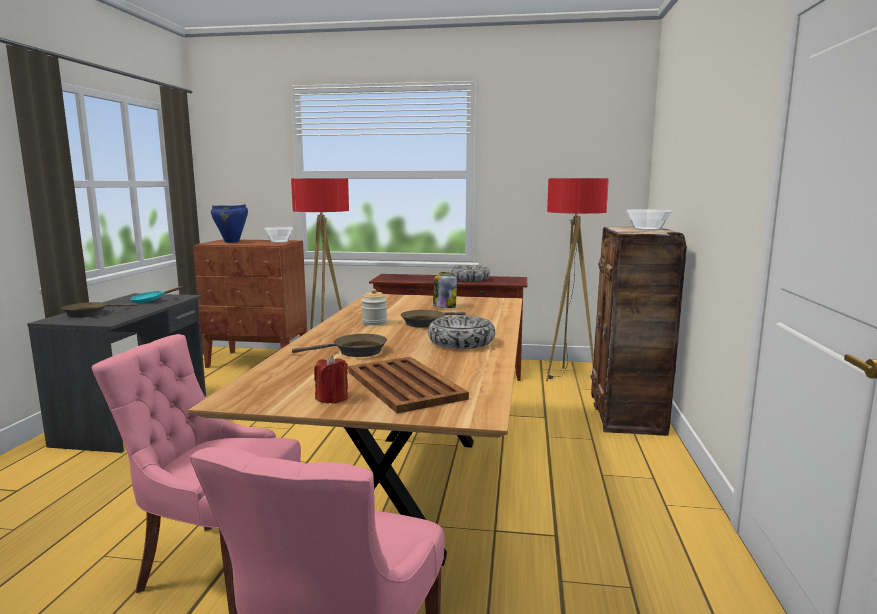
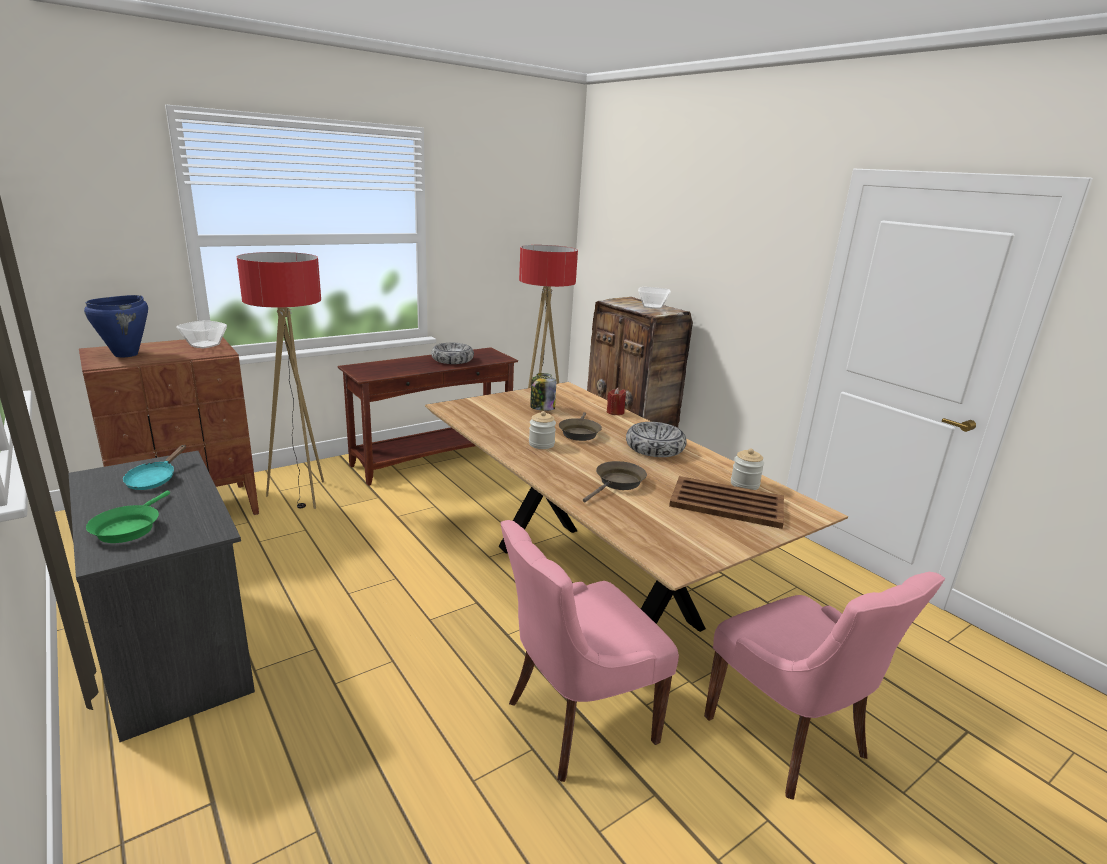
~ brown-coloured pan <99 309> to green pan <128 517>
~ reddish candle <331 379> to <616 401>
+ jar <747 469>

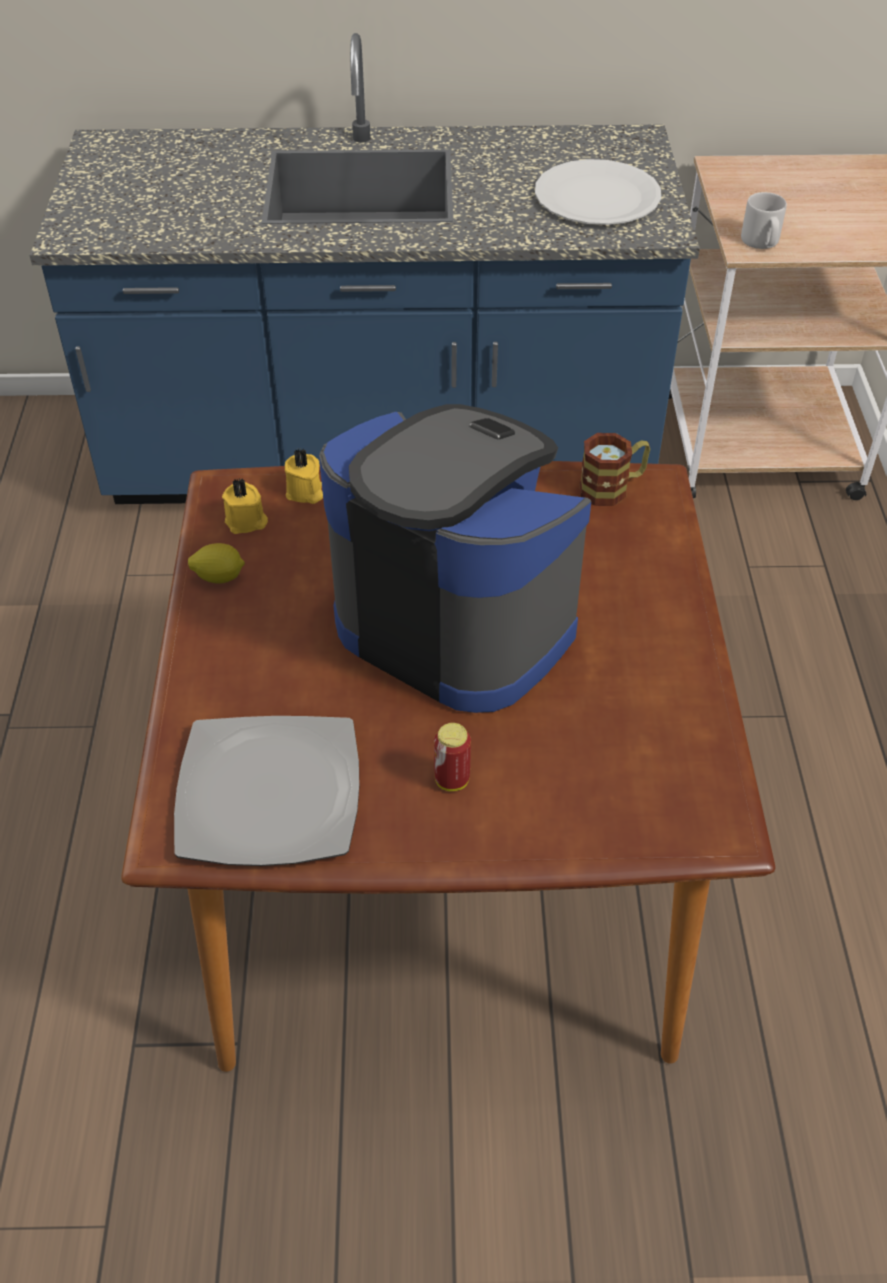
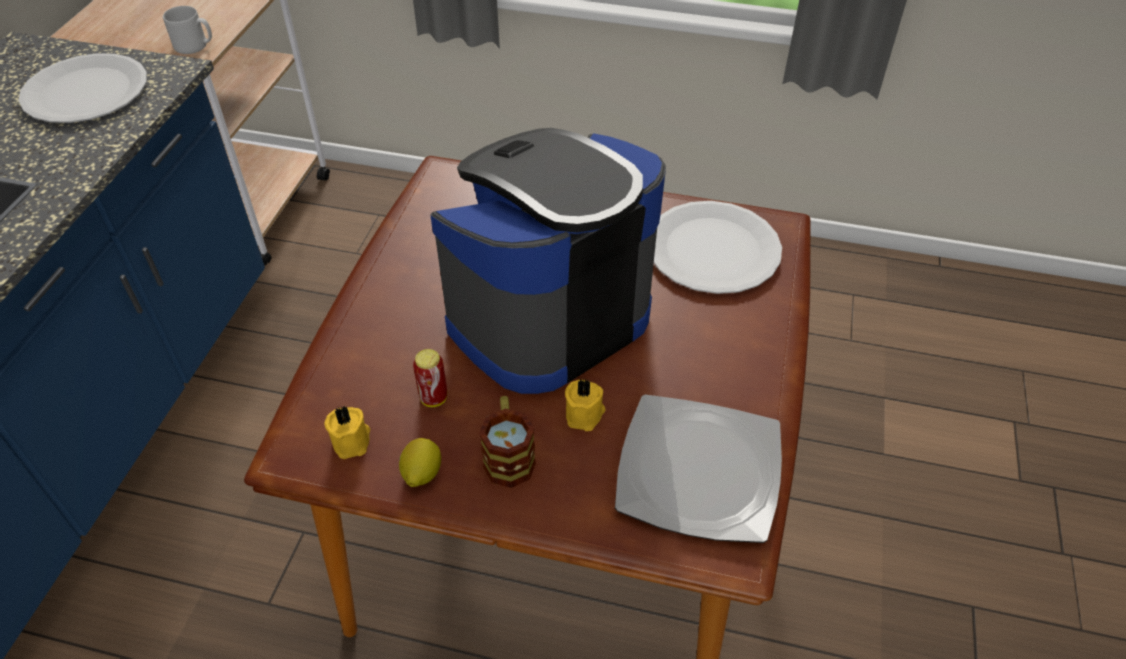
~ metal can <452 757> to <430 378>
~ mug <615 469> to <507 442>
~ yellow candle <304 476> to <585 405>
+ white flat dish <718 247>

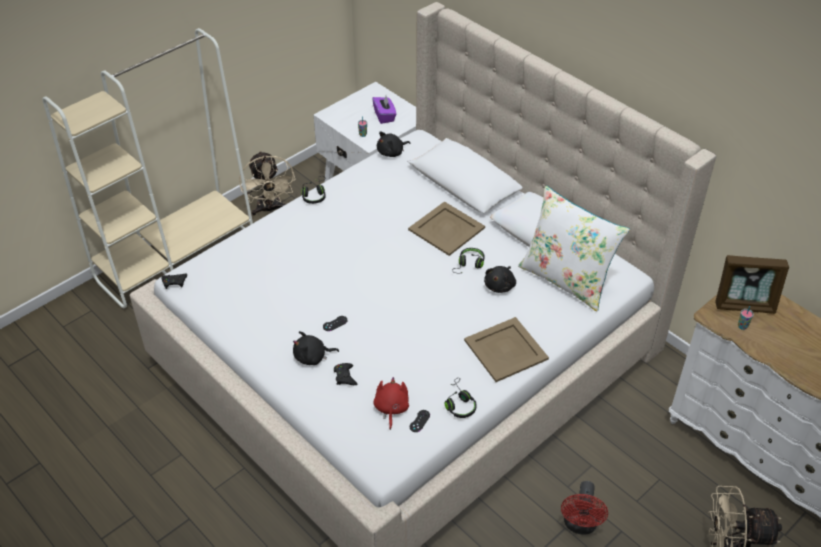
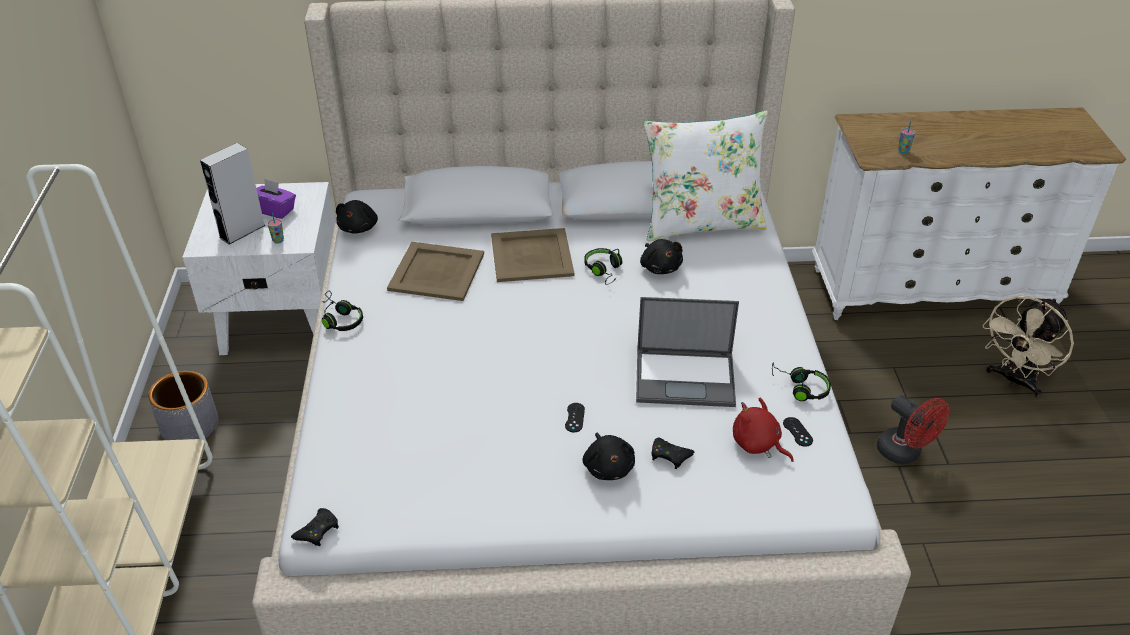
~ beige cooling fan <267 183> to greyish flower pot <183 405>
+ greyish audio speaker <233 194>
~ beige tray <506 349> to <435 271>
~ black-coloured cuddly toy <316 348> = <609 456> 45 degrees counterclockwise
+ laptop <687 352>
- photo frame <752 284>

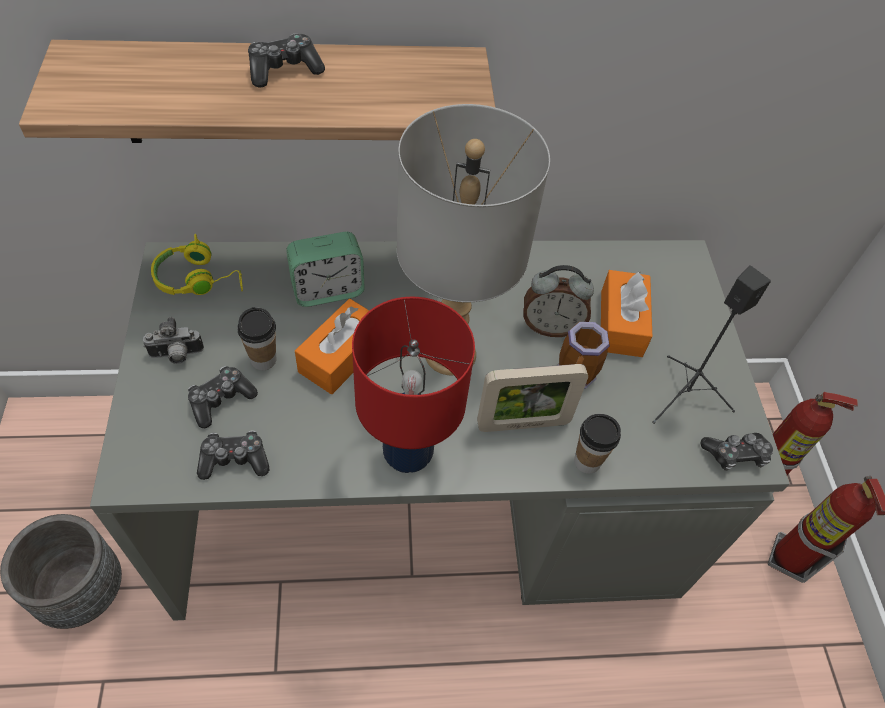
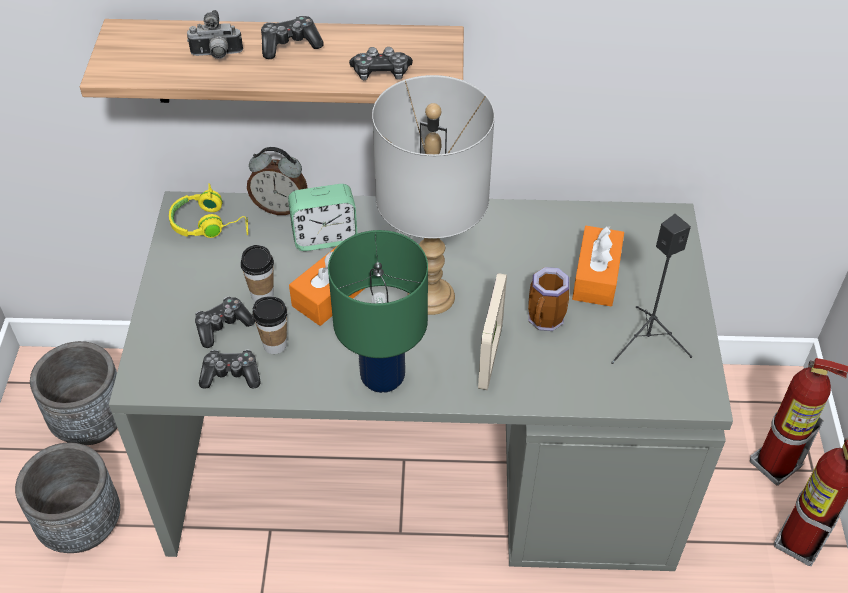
+ greyish flower pot <73 393>
~ photo camera <173 340> to <215 34>
~ alarm clock <558 301> to <277 181>
~ drinking cup <597 444> to <269 325>
~ reddish lamp for a table <413 385> to green lamp for a table <378 311>
~ game controller <737 452> to <381 63>
~ photo frame <532 398> = <492 331> 75 degrees counterclockwise

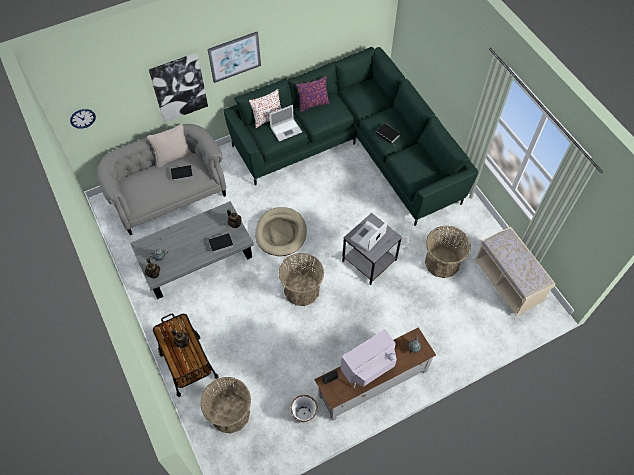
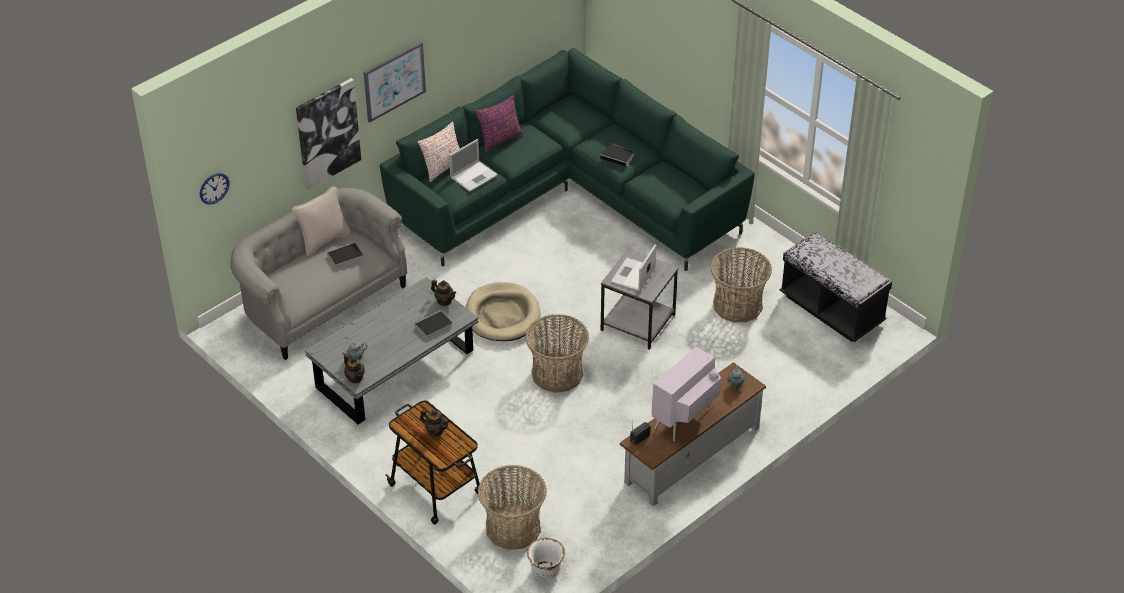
~ white flower pot <304 409> to <546 559>
~ beige bench <515 271> to black-coloured bench <836 286>

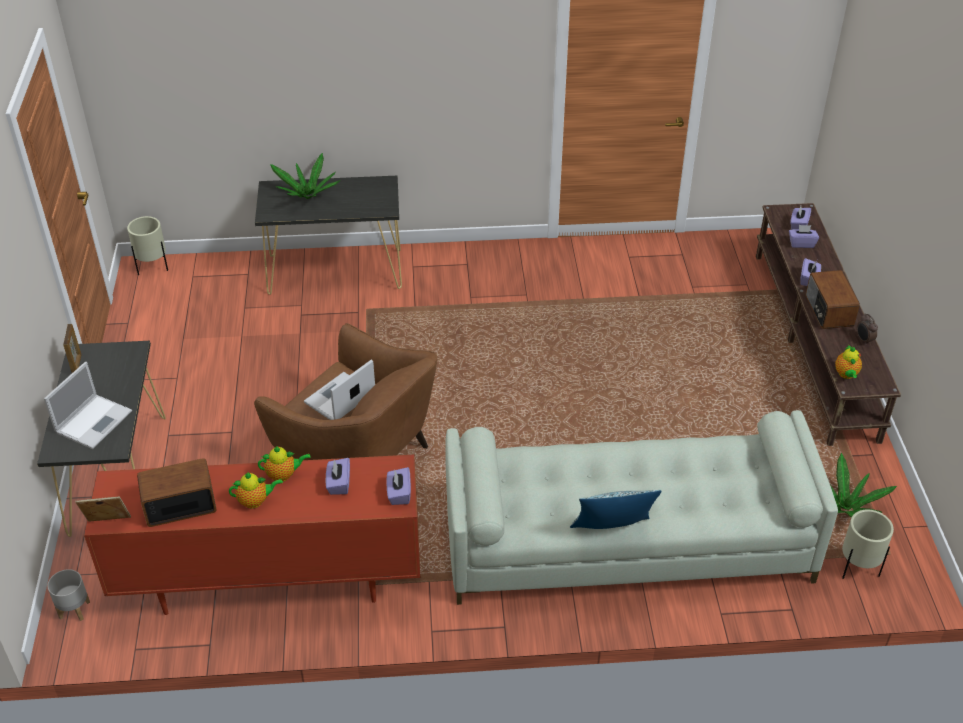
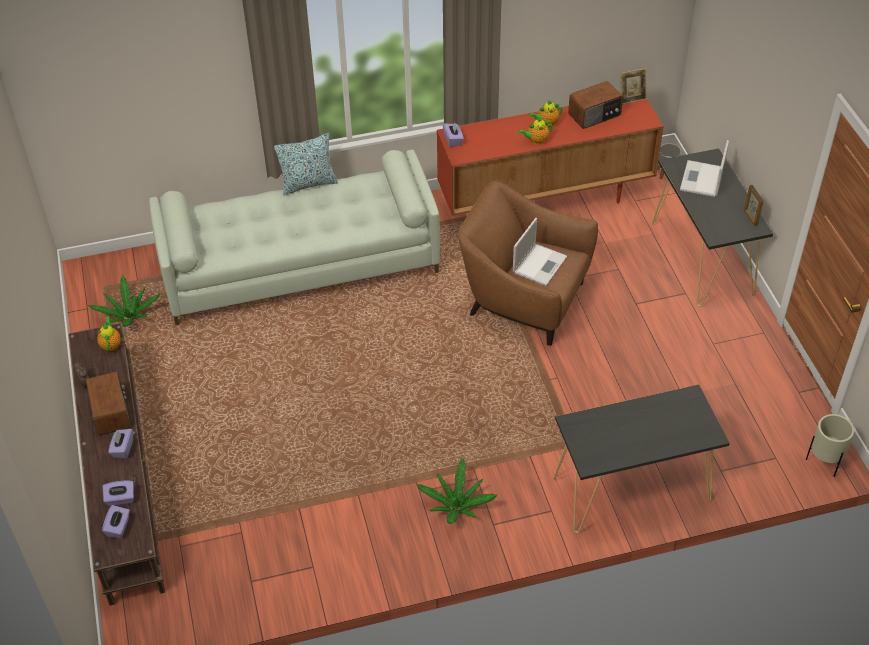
~ potted plant <305 176> to <456 491>
- purple box of tissues <338 476>
- beige flower pot <868 544>

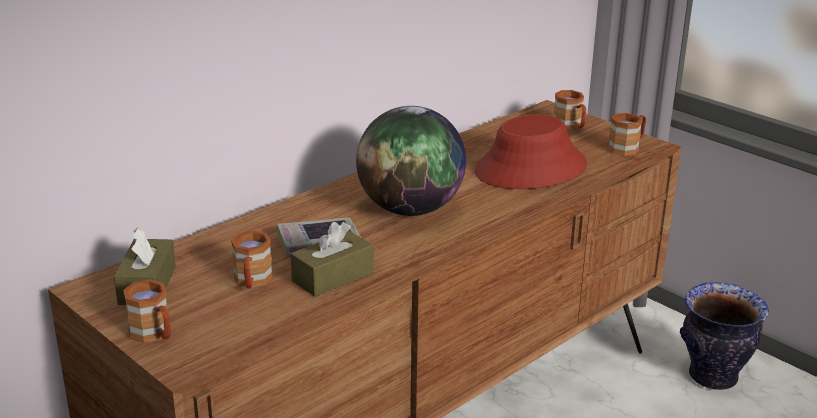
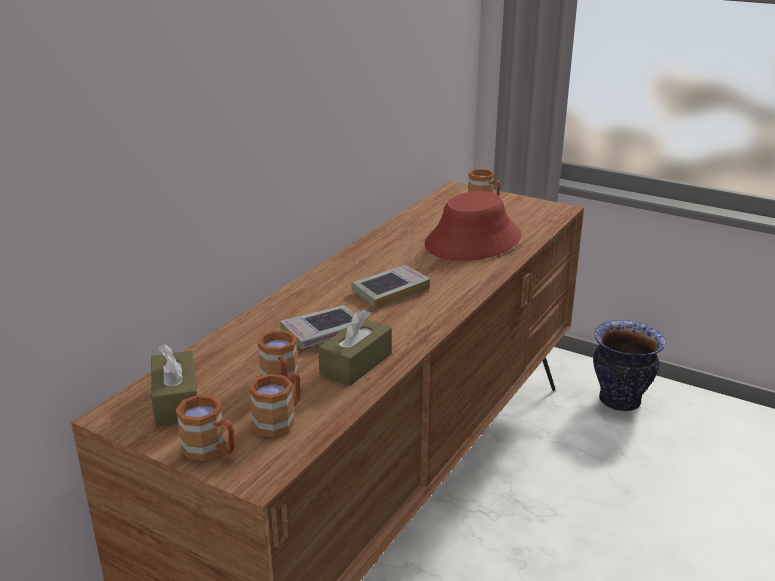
~ brown-coloured mug <627 134> to <274 405>
~ world globe <411 161> to book <390 286>

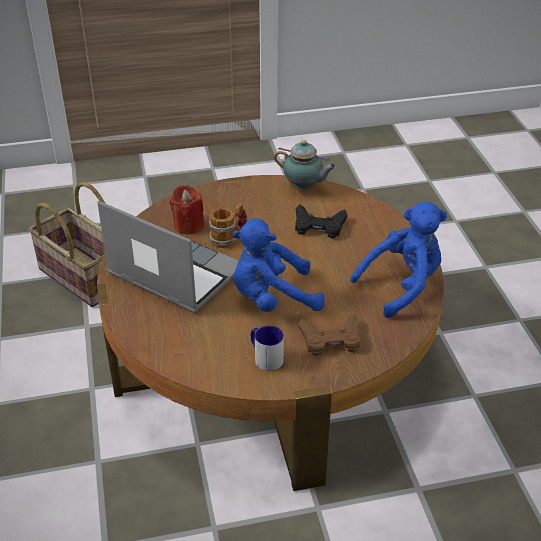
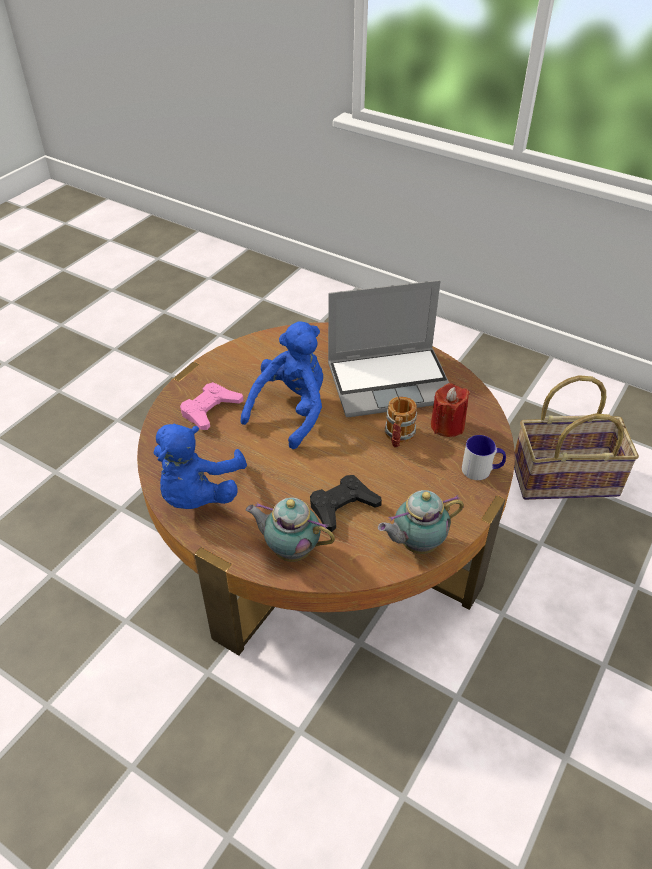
~ brown-coloured game controller <329 335> to pinkish game controller <212 406>
+ teapot <290 529>
~ mug <267 348> to <484 457>

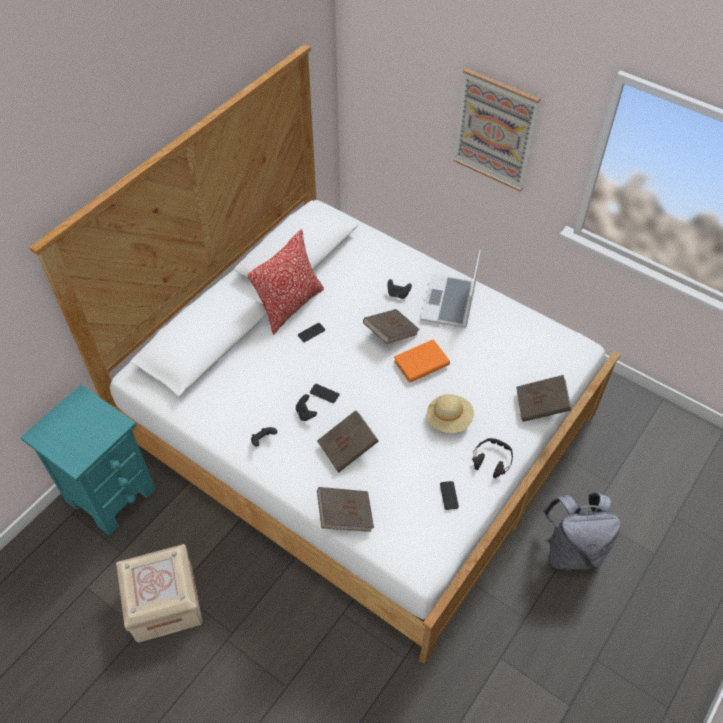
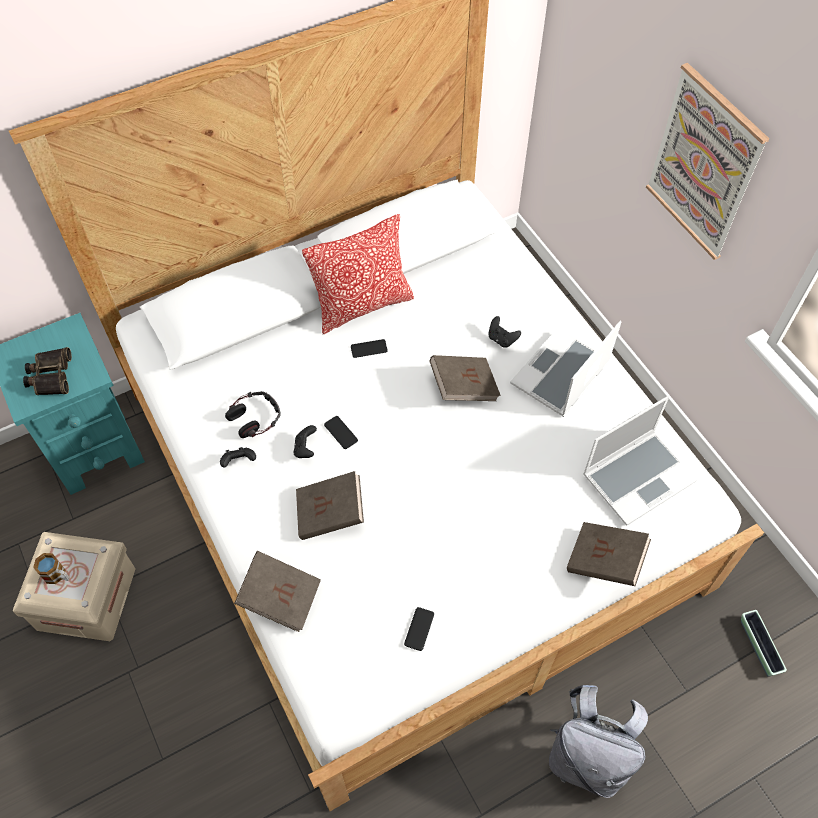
+ binoculars <47 371>
+ mug <51 568>
~ headset <492 458> to <253 414>
+ laptop <640 461>
+ flower pot <764 643>
- orange-coloured book <422 361>
- beige wearable hat <450 413>

